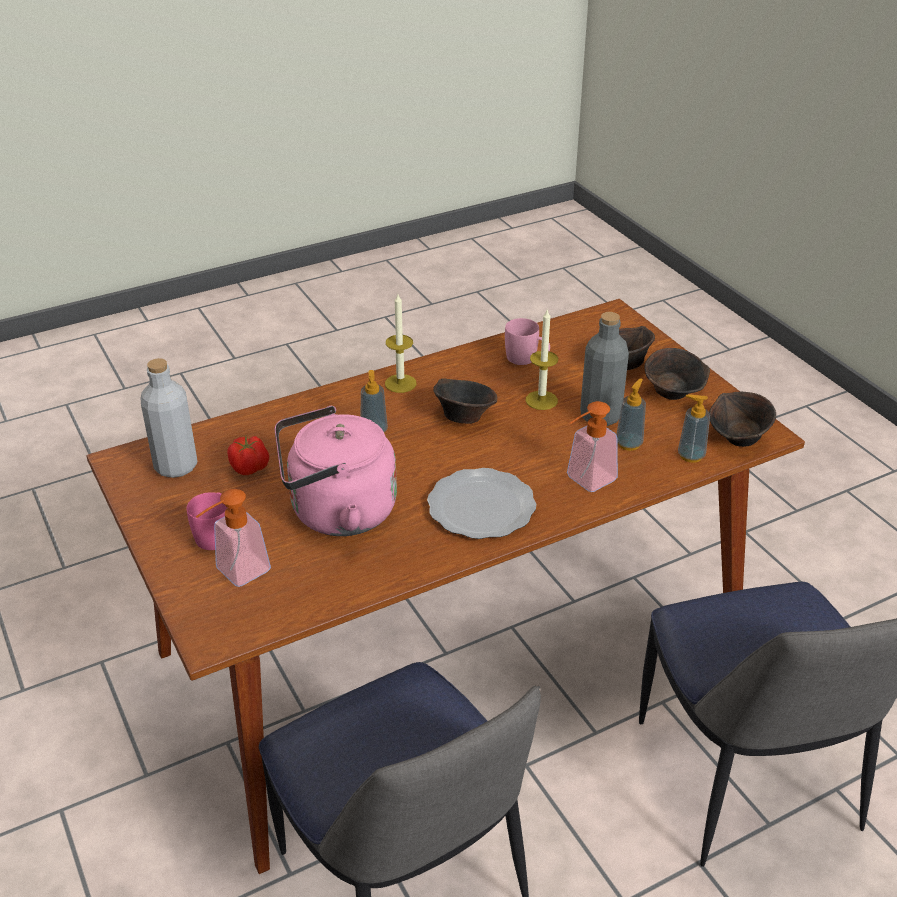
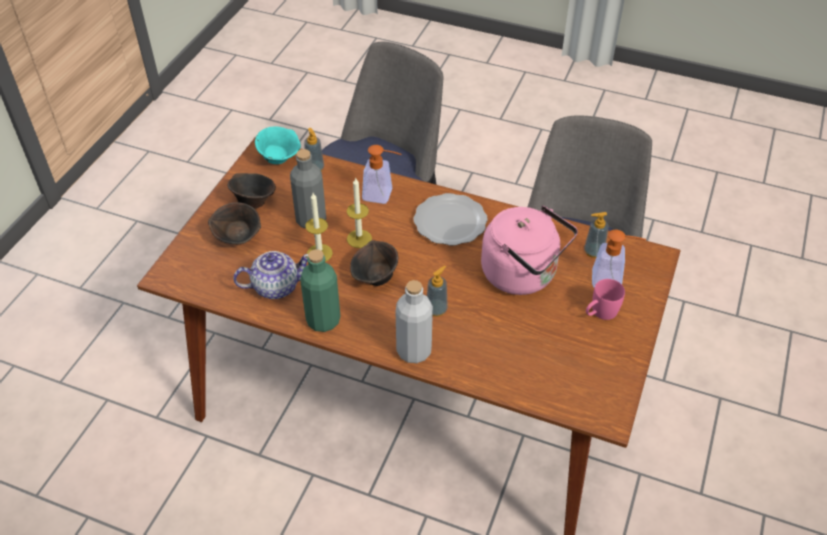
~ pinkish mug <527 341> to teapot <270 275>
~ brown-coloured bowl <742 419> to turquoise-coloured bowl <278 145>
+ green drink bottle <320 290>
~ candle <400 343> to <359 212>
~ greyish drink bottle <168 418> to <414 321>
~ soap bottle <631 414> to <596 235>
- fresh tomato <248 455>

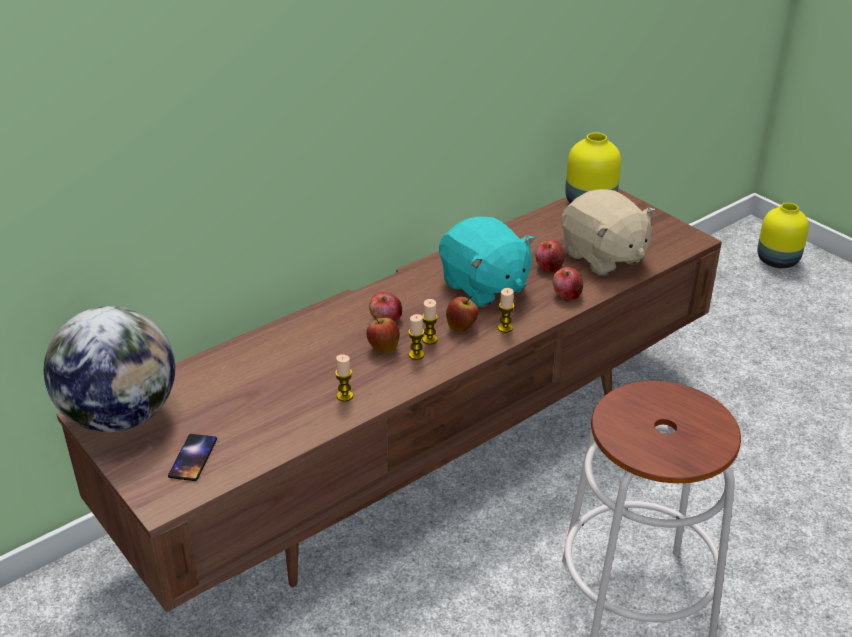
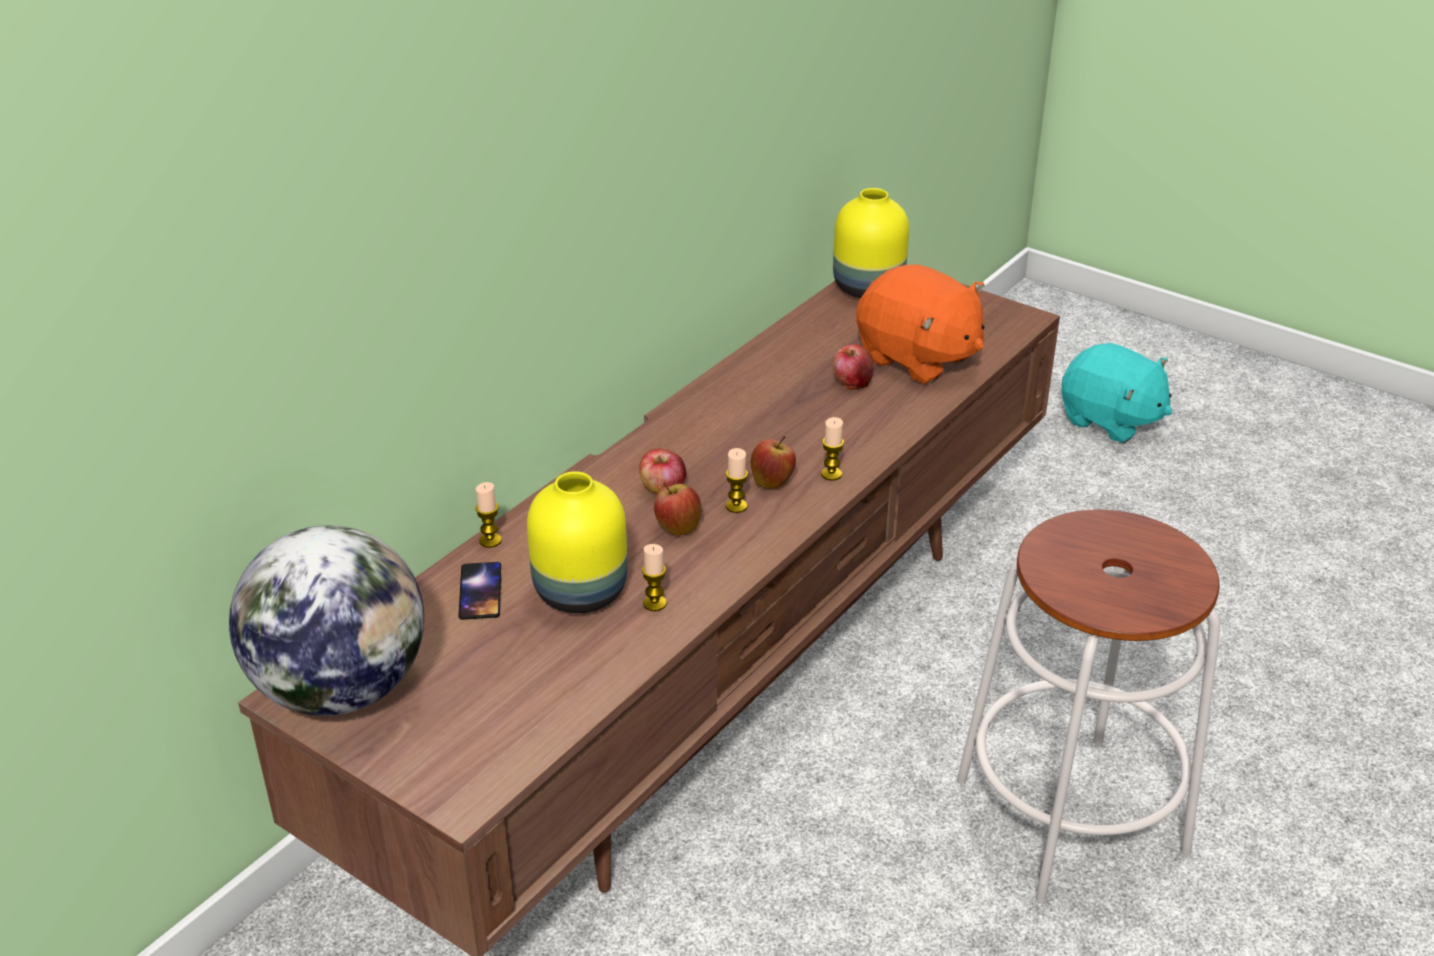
~ phone <192 457> to <480 591>
~ candle <416 337> to <488 515>
~ yellow flower vase <783 235> to <577 542>
~ beige cuddly toy <608 232> to orange-coloured cuddly toy <920 324>
~ turquoise-coloured cuddly toy <487 262> to <1116 393>
- apple <568 284>

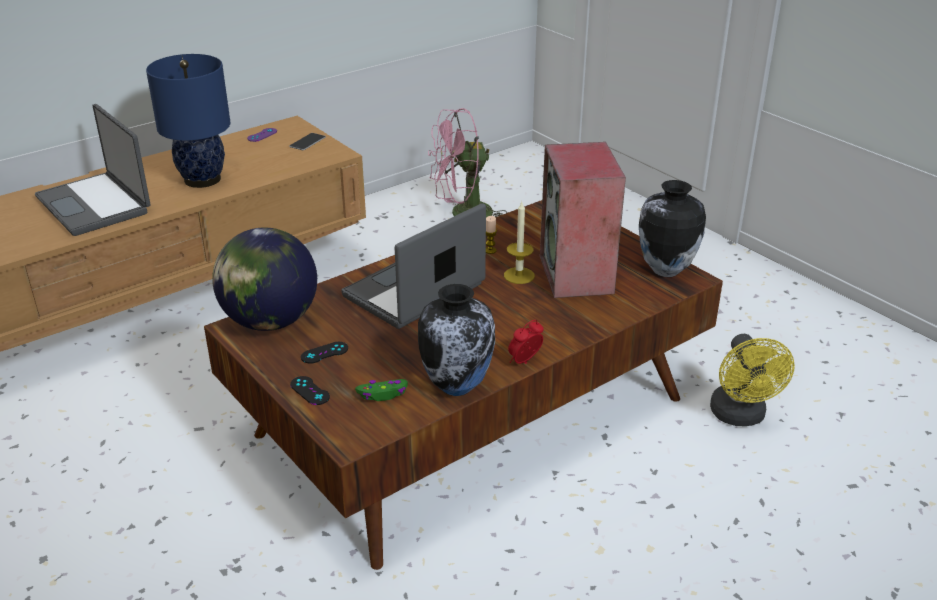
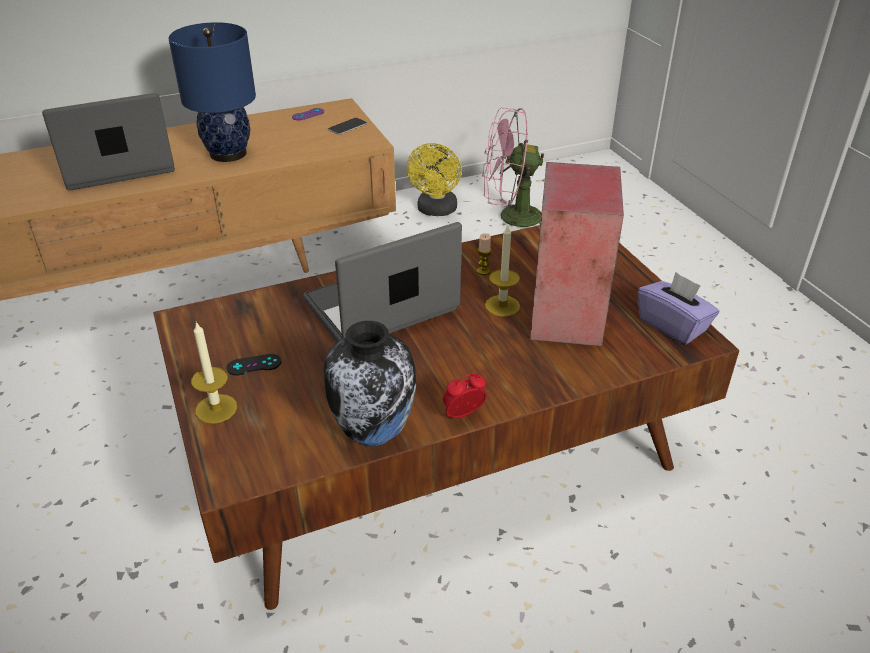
~ laptop <93 170> = <108 142> 90 degrees clockwise
~ black-coloured game controller <310 390> to candle <214 373>
~ yellow cooling fan <752 380> to <433 179>
~ flower vase <672 228> to purple box of tissues <678 308>
- world globe <264 279>
- green game controller <381 390>

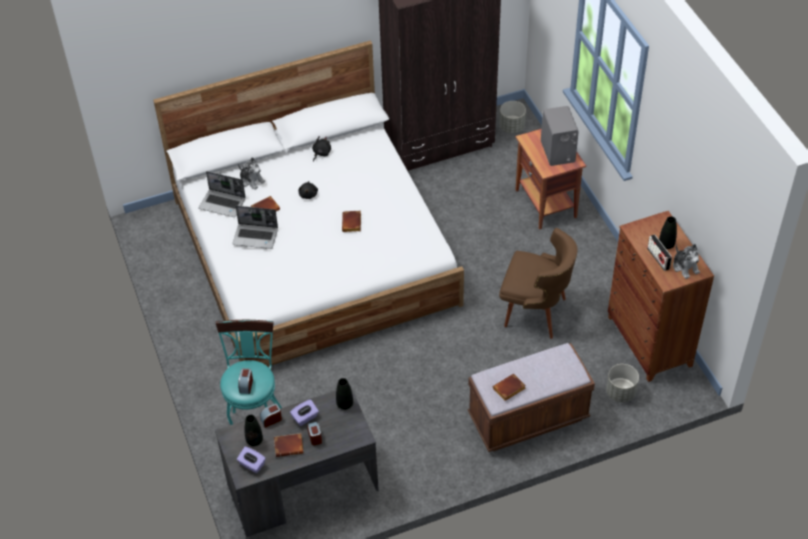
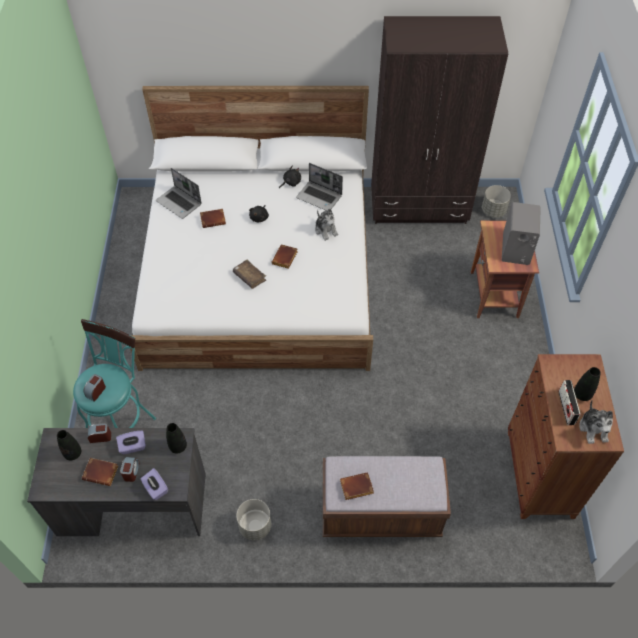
~ purple box of tissues <251 459> to <154 484>
+ brown-coloured book <249 274>
~ greyish flower pot <622 383> to <253 519>
~ laptop <255 227> to <319 187>
~ cuddly toy <251 173> to <326 224>
- brown-coloured chair <538 283>

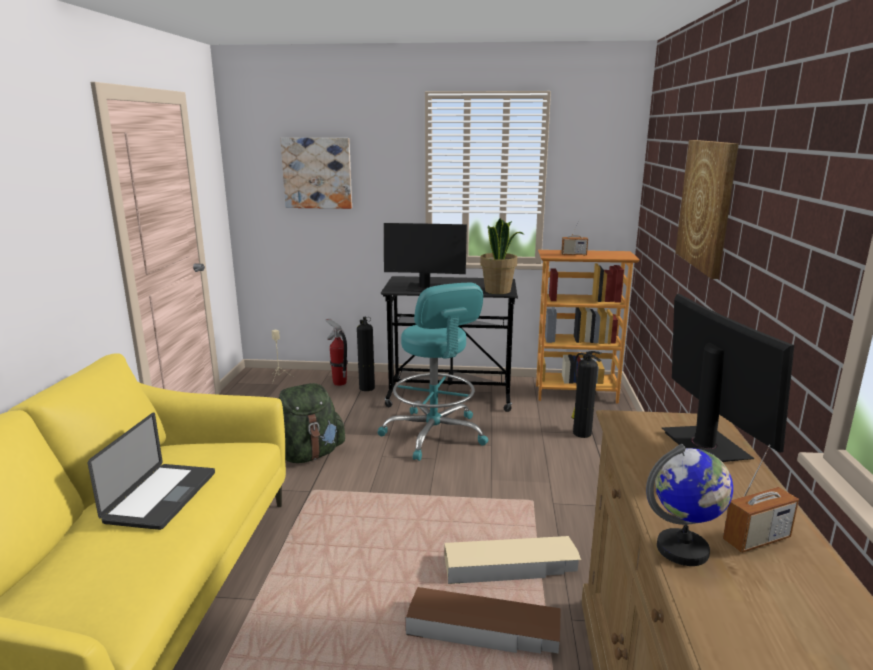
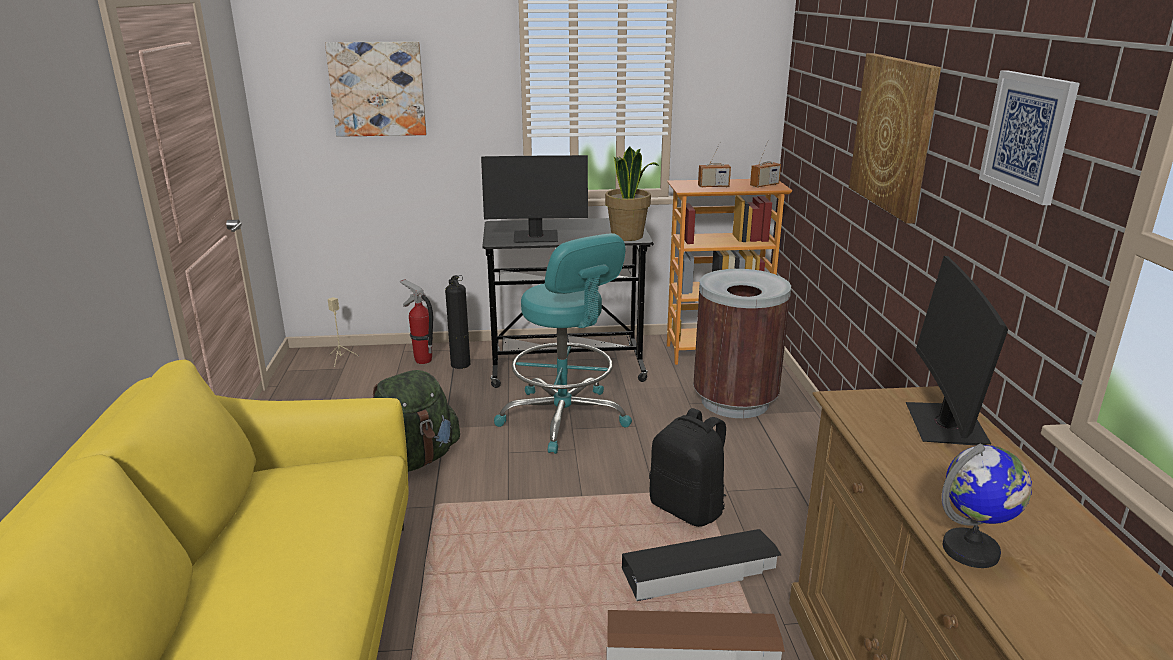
~ beige storage box <512 560> to black-coloured storage box <701 565>
+ black-coloured rucksack <687 467>
~ fire extinguisher <586 394> to brown-coloured rubbish bin <742 343>
~ radio <761 499> to <765 163>
~ computer display <728 378> = <957 351> 150 degrees counterclockwise
+ wall picture <1029 138>
- laptop <151 471>

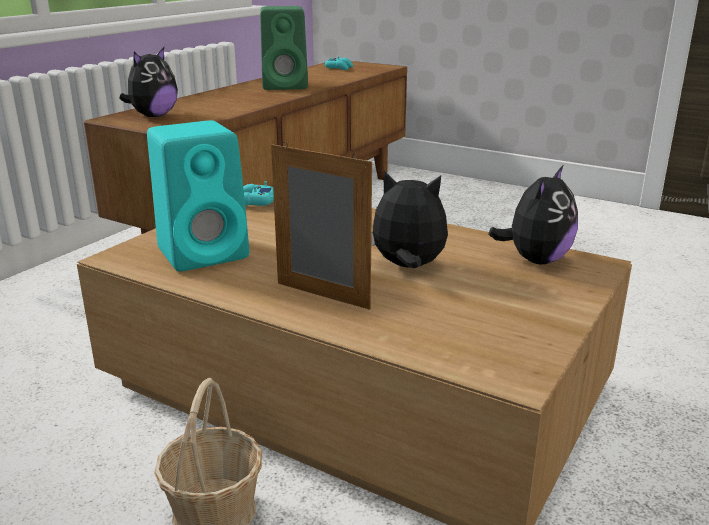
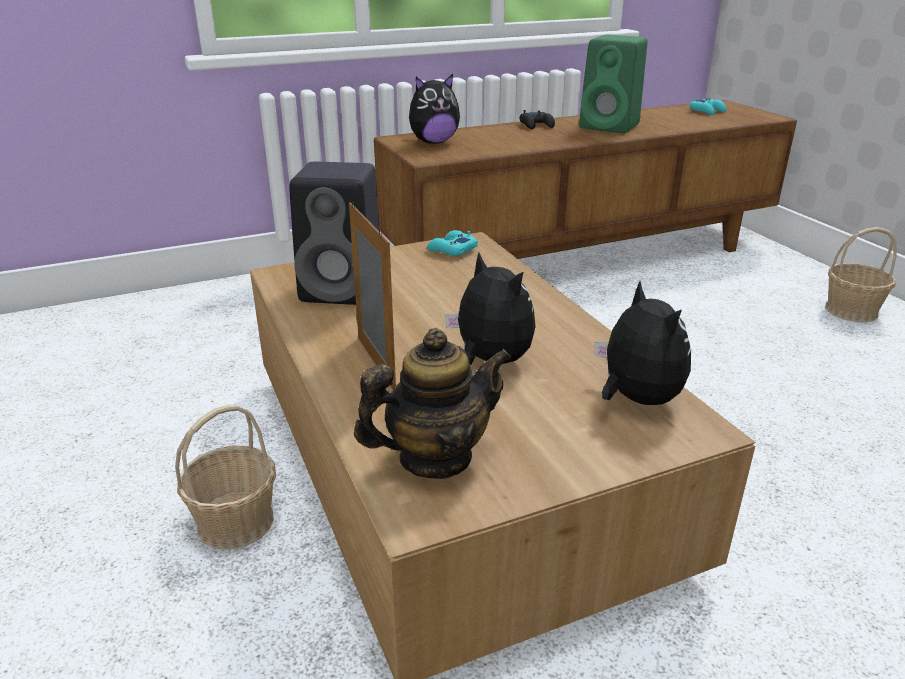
~ turquoise-coloured audio speaker <198 195> to black-coloured audio speaker <334 233>
+ teapot <433 403>
+ black-coloured game controller <537 119>
~ cuddly toy <533 214> = <643 343> 90 degrees counterclockwise
+ basket <861 274>

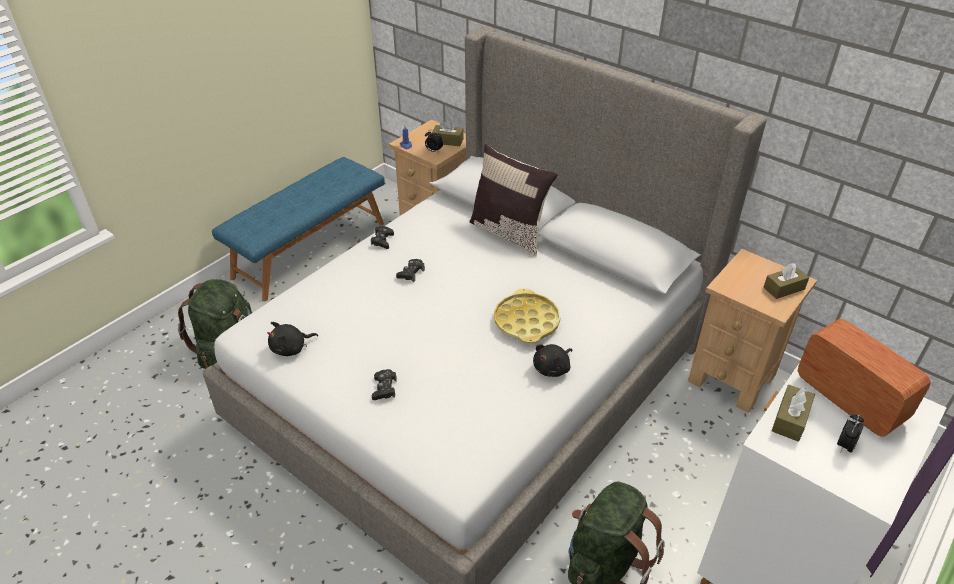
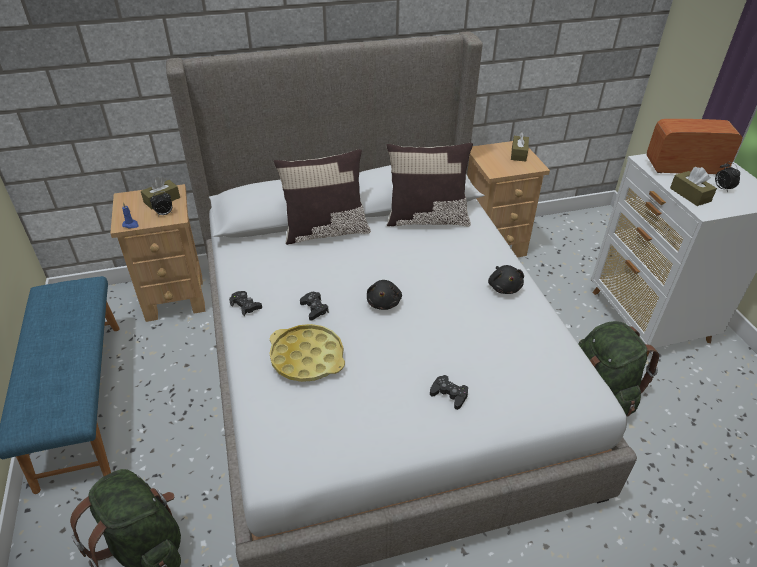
~ yellow tray <527 316> to <307 353>
~ black-coloured cuddly toy <292 339> to <384 295>
+ pillow <430 185>

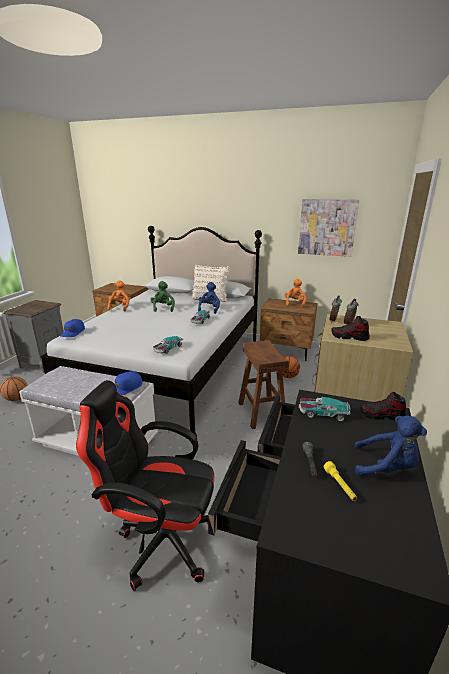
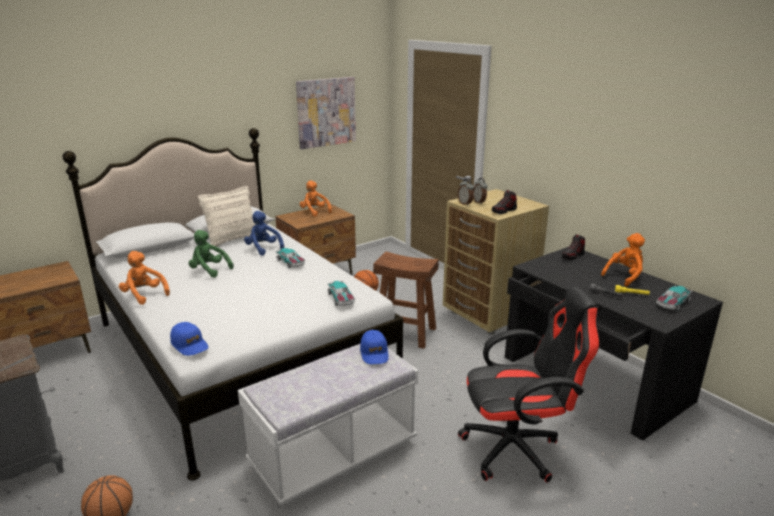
~ black-coloured computer chair <145 485> = <528 385> 150 degrees counterclockwise
~ blue cuddly toy <391 446> to orange-coloured cuddly toy <623 259>
~ model car <324 409> to <674 298>

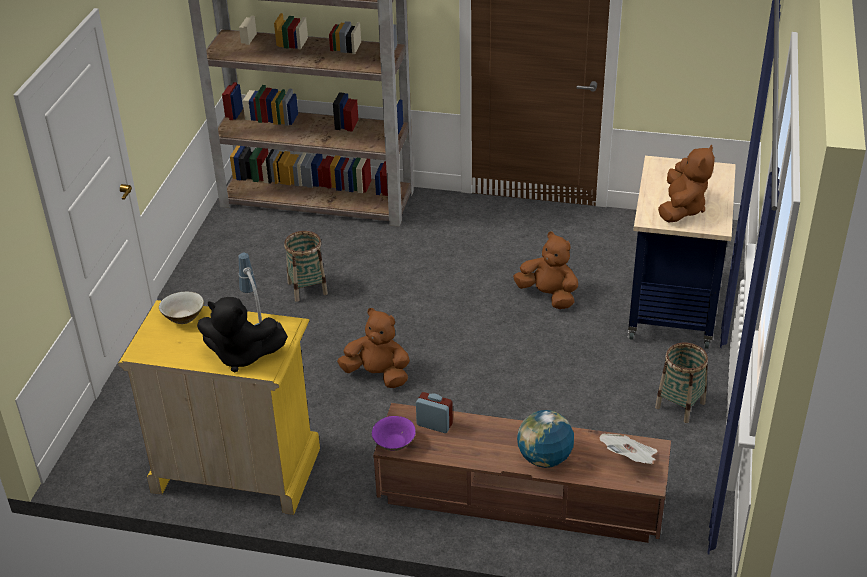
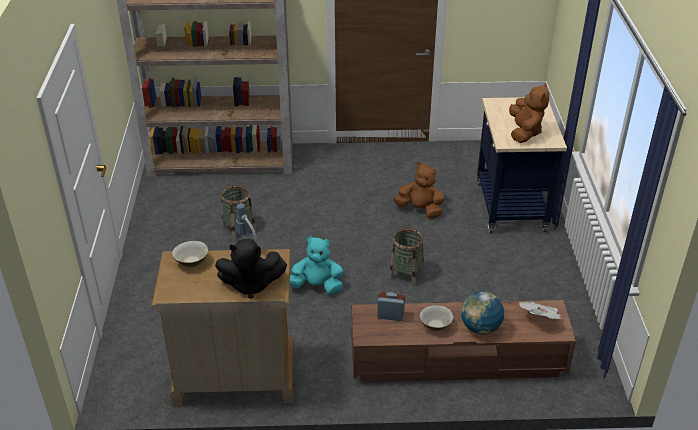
~ yellow drawer chest <219 407> to brown-coloured drawer chest <222 327>
~ brown-coloured cuddly toy <373 348> to turquoise-coloured cuddly toy <317 265>
~ basket <681 383> to <406 257>
+ beige bowl <436 318>
- purple bowl <394 433>

